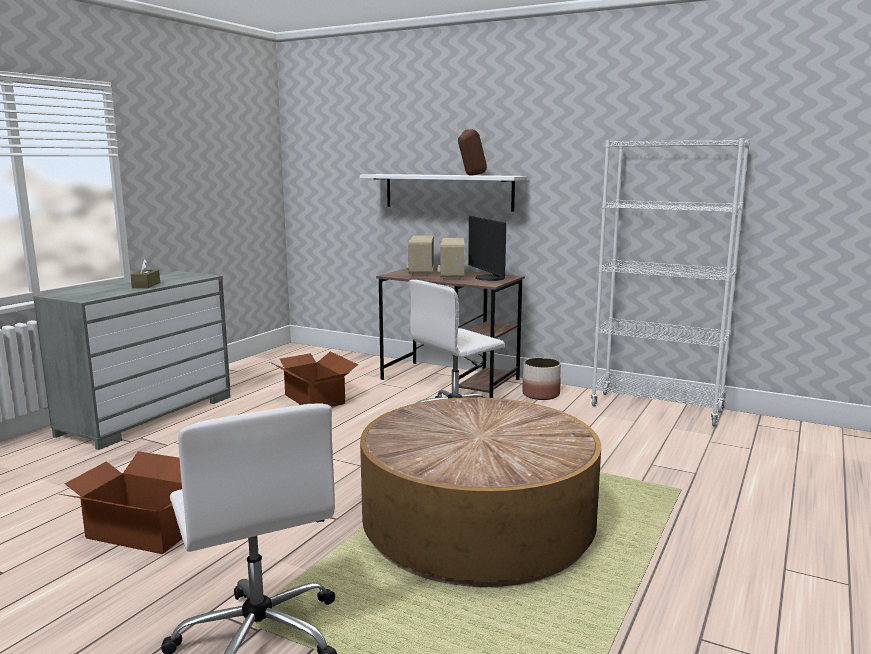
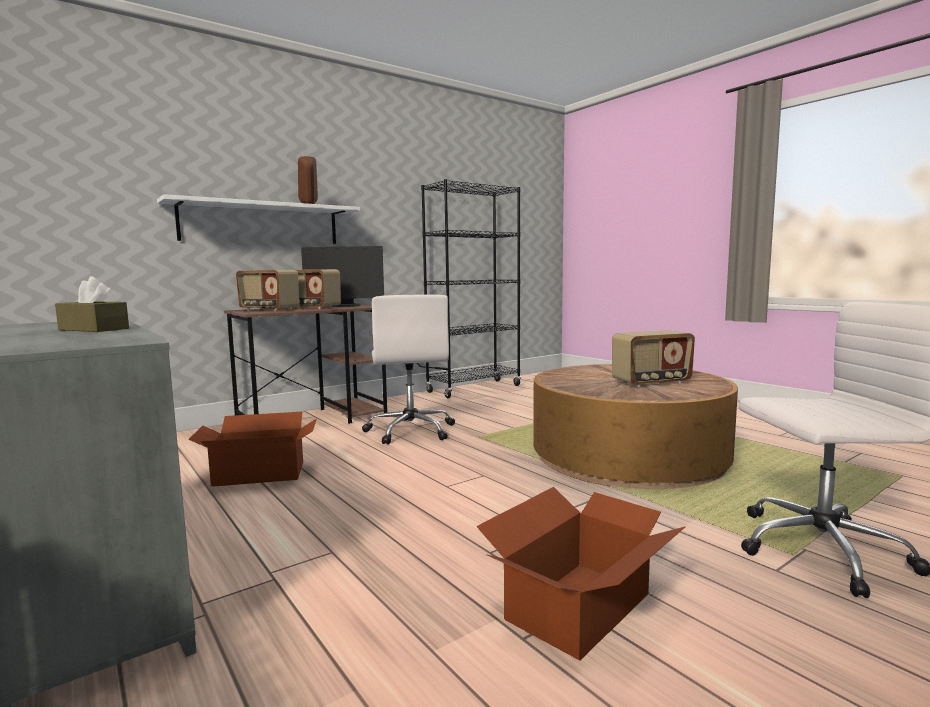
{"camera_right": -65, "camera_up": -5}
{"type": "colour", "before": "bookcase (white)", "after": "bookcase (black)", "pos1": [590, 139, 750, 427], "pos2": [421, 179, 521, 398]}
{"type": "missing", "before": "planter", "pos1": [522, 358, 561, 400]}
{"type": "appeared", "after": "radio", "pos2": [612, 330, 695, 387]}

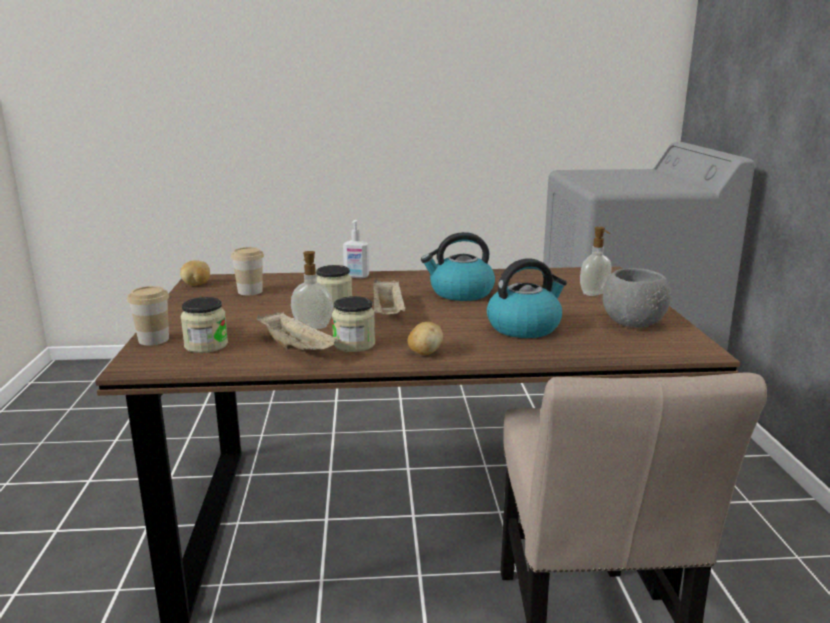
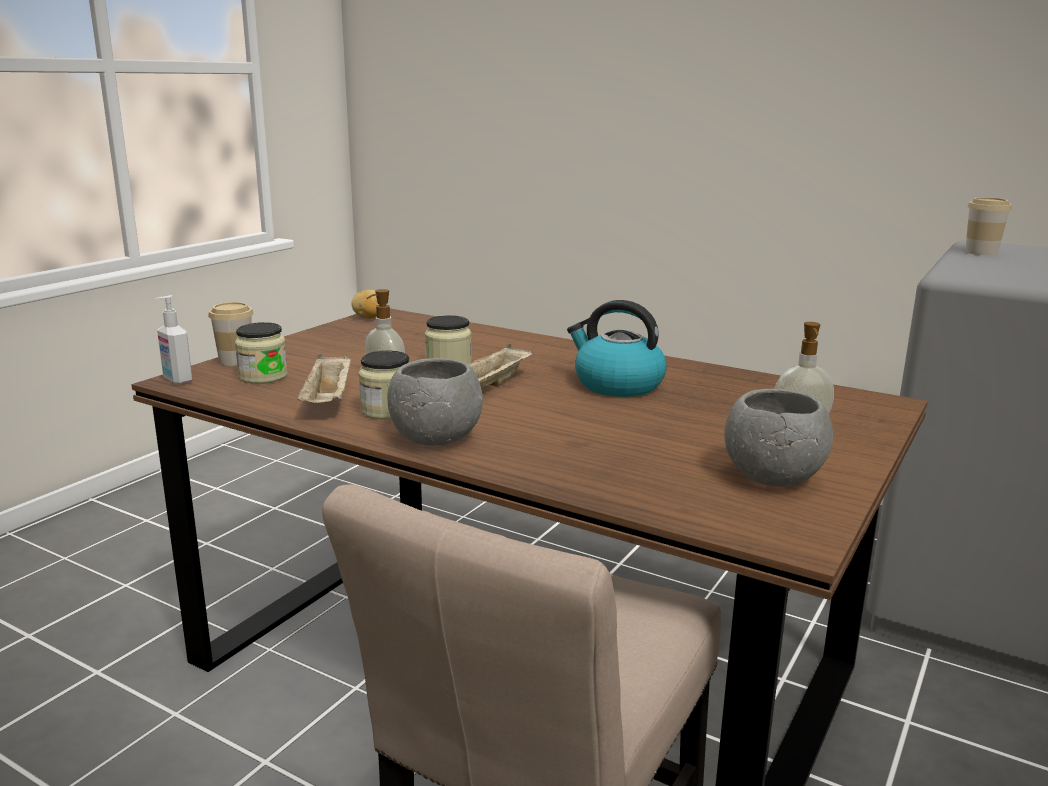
{"camera_right": 35, "camera_up": 0}
{"type": "relocated", "before": "soap dispenser", "pos1": [343, 220, 369, 278], "pos2": [155, 295, 192, 384]}
{"type": "relocated", "before": "cup", "pos1": [231, 247, 264, 295], "pos2": [965, 197, 1012, 255]}
{"type": "missing", "before": "kettle", "pos1": [487, 258, 567, 338]}
{"type": "exchanged", "before": "potato", "after": "bowl (grey)", "pos1": [407, 322, 443, 355], "pos2": [387, 358, 483, 446]}

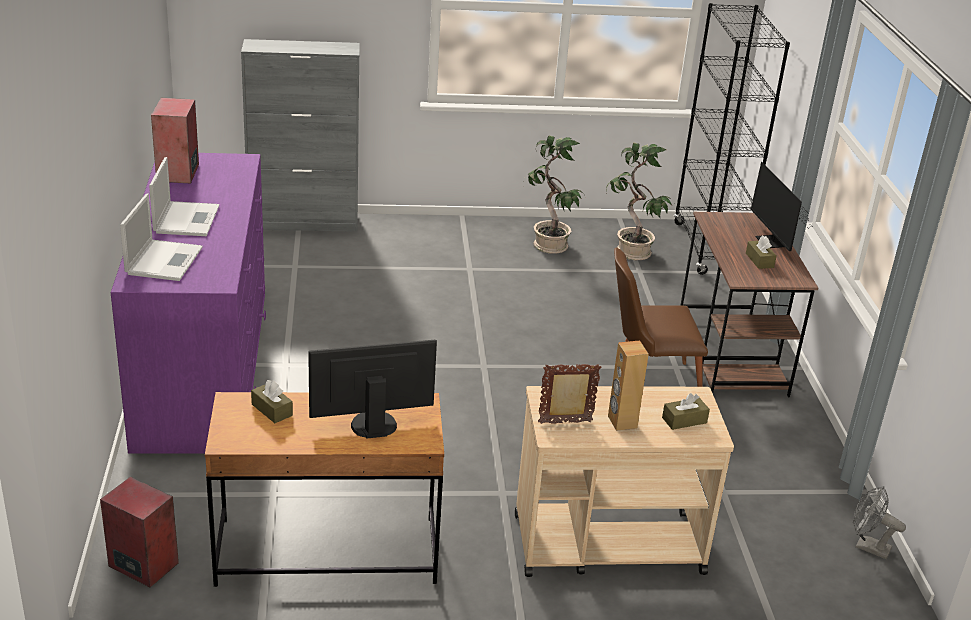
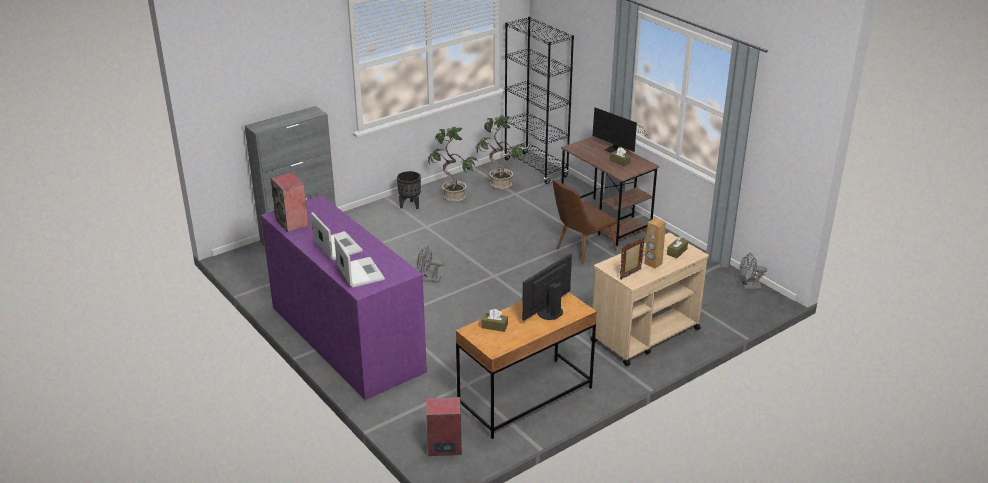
{"camera_right": -30, "camera_up": 0}
{"type": "appeared", "after": "planter (black)", "pos2": [397, 171, 421, 210]}
{"type": "appeared", "after": "fan (grey)", "pos2": [417, 246, 444, 283]}

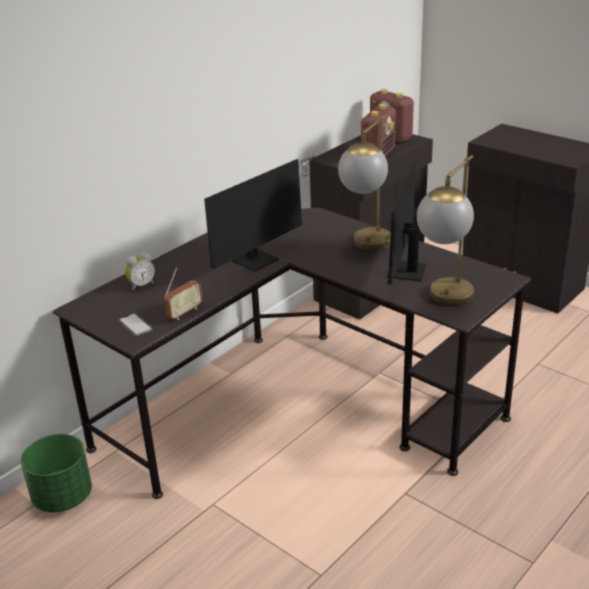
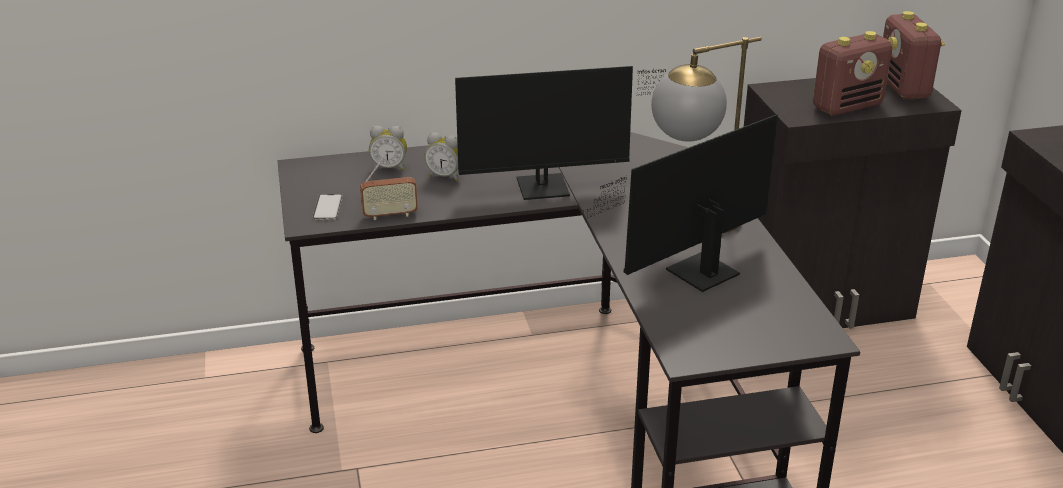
{"camera_right": 35, "camera_up": 0}
{"type": "missing", "before": "table lamp", "pos1": [417, 155, 474, 305]}
{"type": "missing", "before": "planter (green)", "pos1": [21, 434, 92, 513]}
{"type": "appeared", "after": "alarm clock", "pos2": [424, 132, 458, 182]}

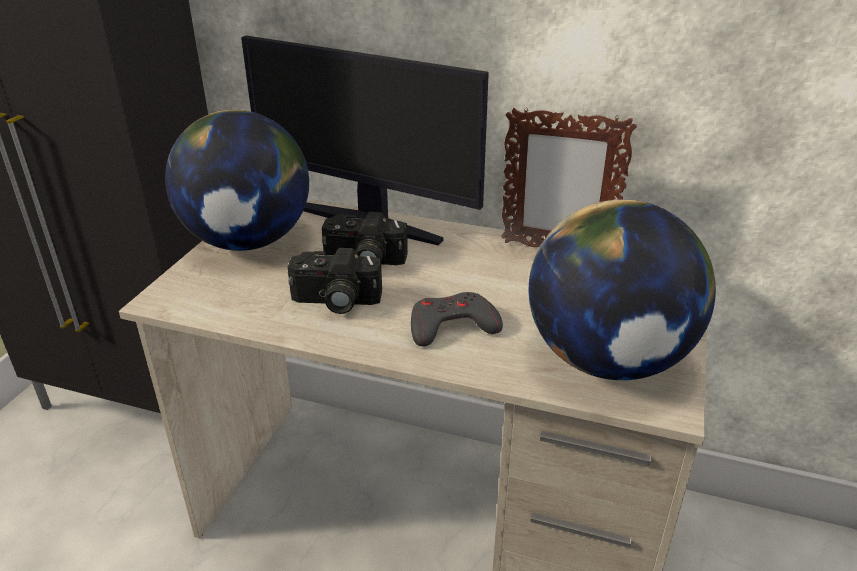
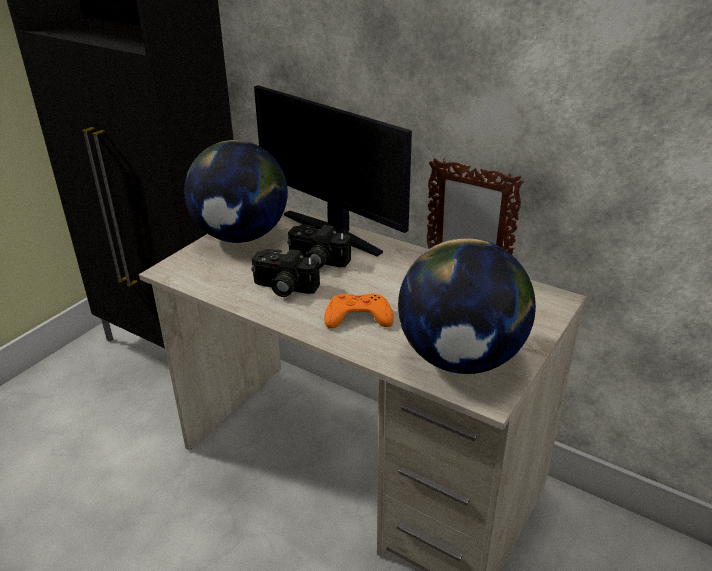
{"camera_right": 15, "camera_up": 0}
{"type": "colour", "before": "game controller (grey)", "after": "game controller (orange)", "pos1": [411, 292, 503, 346], "pos2": [324, 294, 394, 328]}

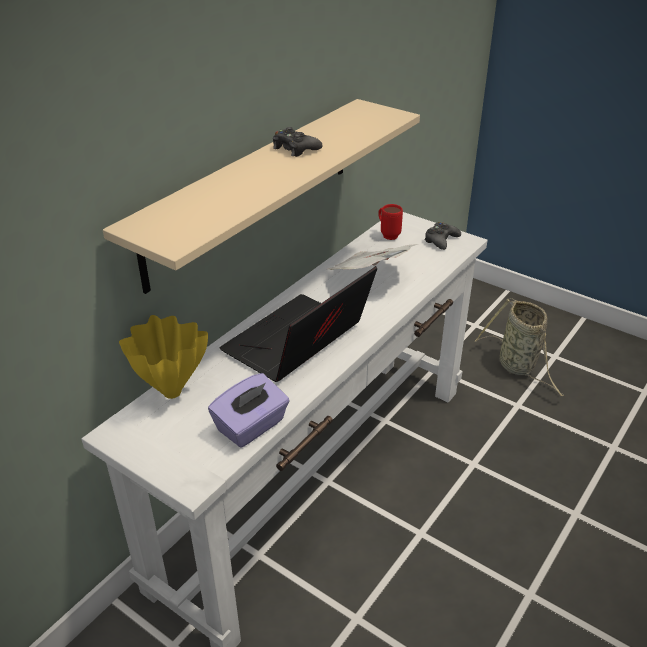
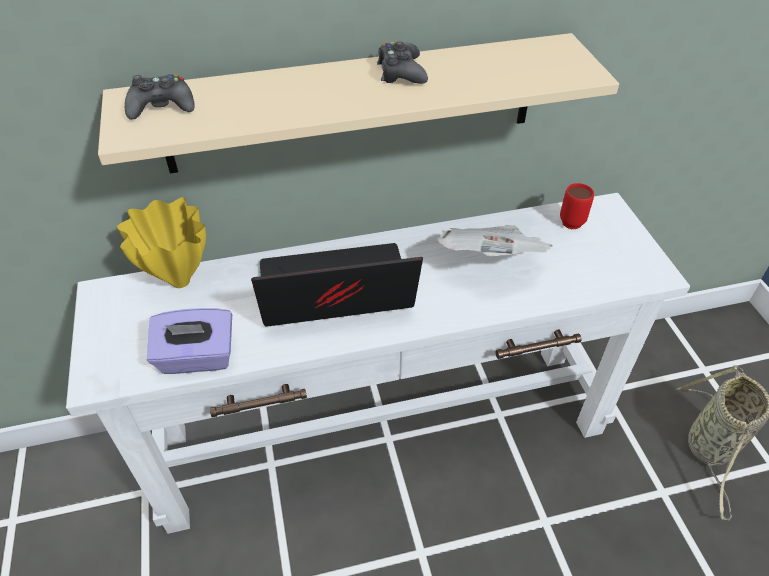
{"camera_right": 40, "camera_up": 10}
{"type": "relocated", "before": "game controller (black)", "pos1": [424, 222, 461, 250], "pos2": [125, 74, 194, 120]}

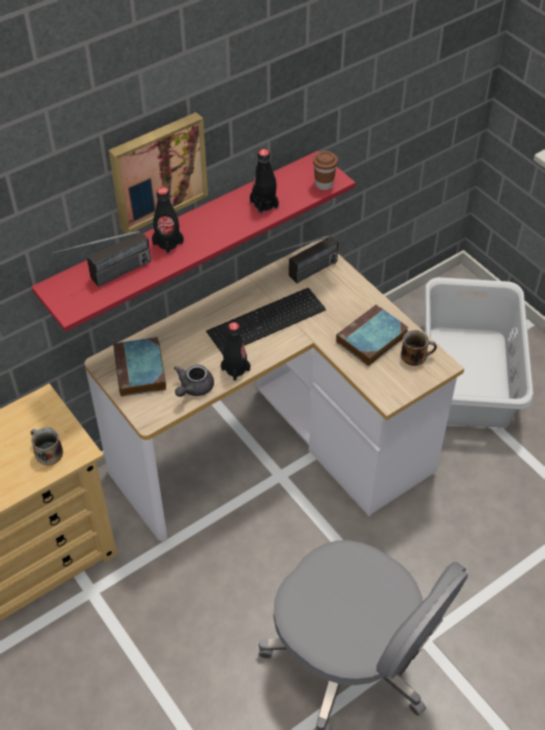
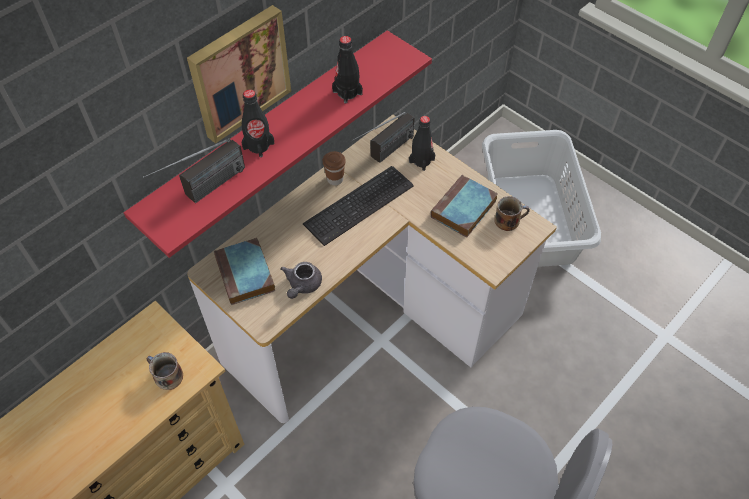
{"camera_right": -10, "camera_up": 5}
{"type": "relocated", "before": "cup (brown)", "pos1": [313, 151, 338, 190], "pos2": [323, 151, 346, 185]}
{"type": "relocated", "before": "bottle (black)", "pos1": [221, 322, 250, 381], "pos2": [409, 116, 435, 171]}

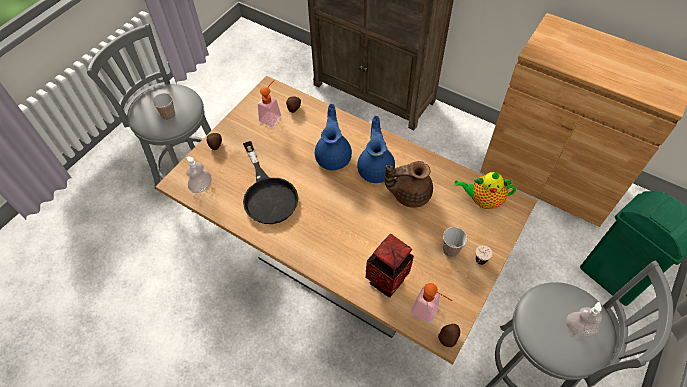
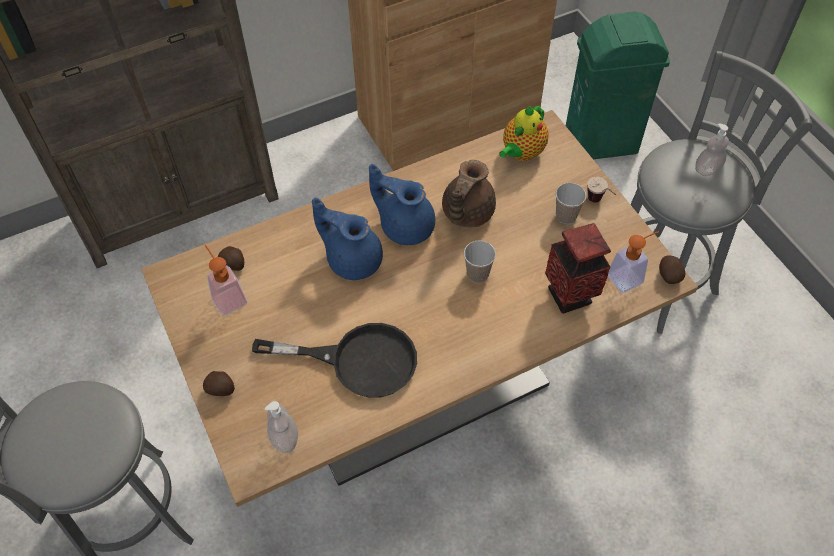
{"camera_right": -60, "camera_up": 0}
{"type": "relocated", "before": "cup", "pos1": [153, 93, 175, 120], "pos2": [464, 240, 496, 283]}

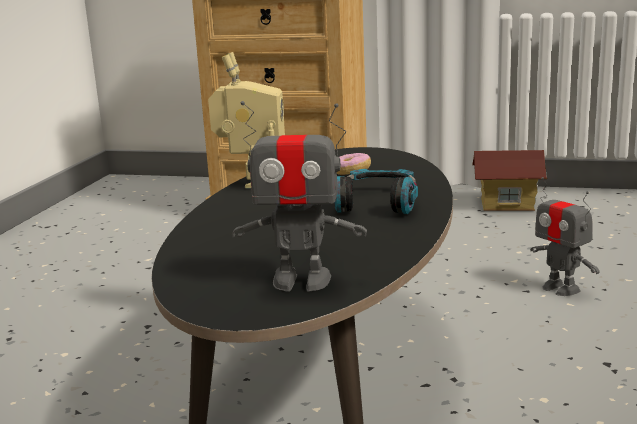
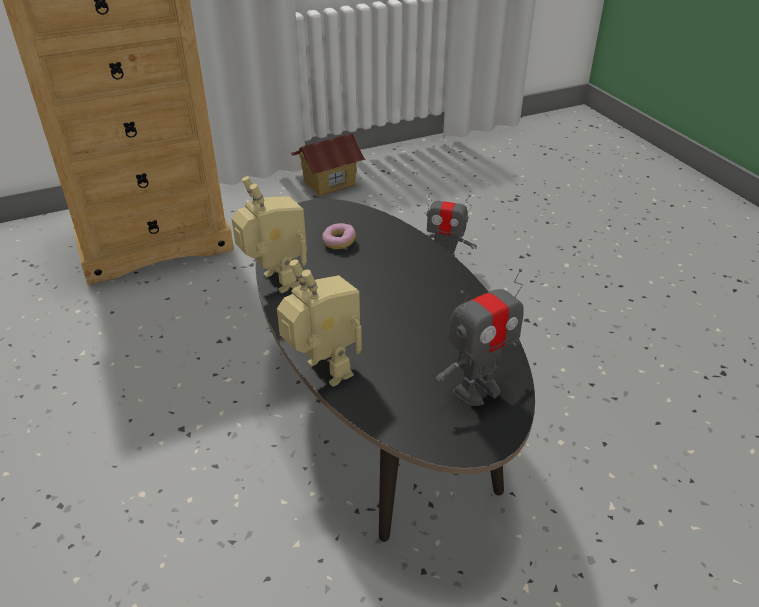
{"camera_right": -40, "camera_up": 20}
{"type": "missing", "before": "headphones", "pos1": [335, 169, 418, 214]}
{"type": "appeared", "after": "toy robot", "pos2": [277, 259, 362, 387]}

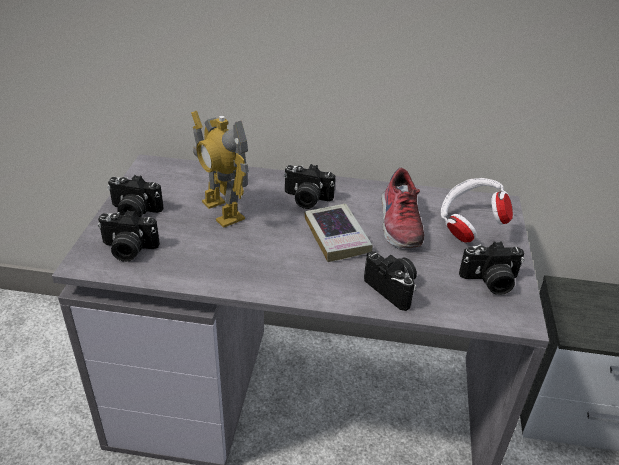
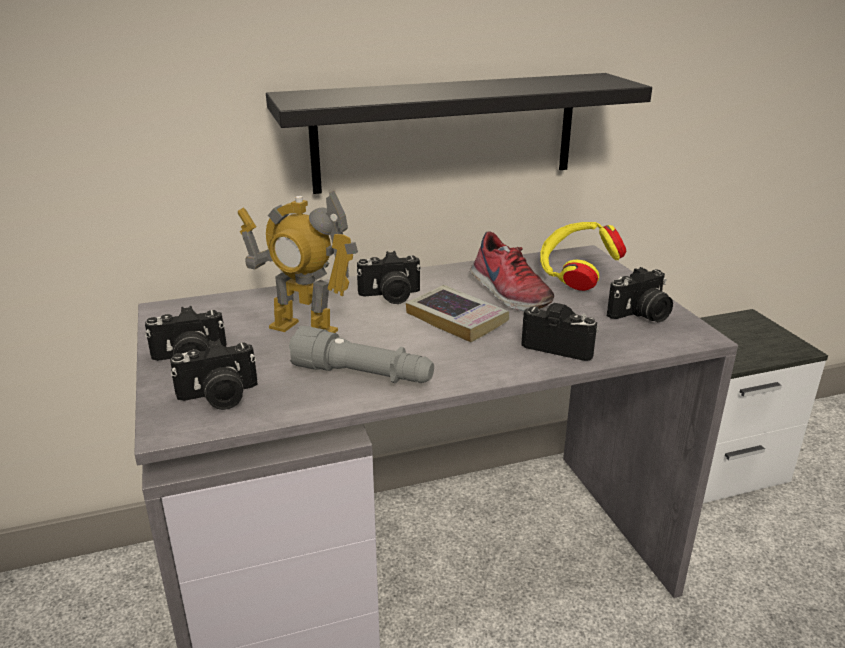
{"camera_right": -25, "camera_up": -10}
{"type": "colour", "before": "headphones (white)", "after": "headphones (yellow)", "pos1": [441, 178, 513, 243], "pos2": [540, 222, 626, 291]}
{"type": "appeared", "after": "shelf (black)", "pos2": [266, 73, 652, 194]}
{"type": "appeared", "after": "flashlight (grey)", "pos2": [289, 326, 434, 383]}

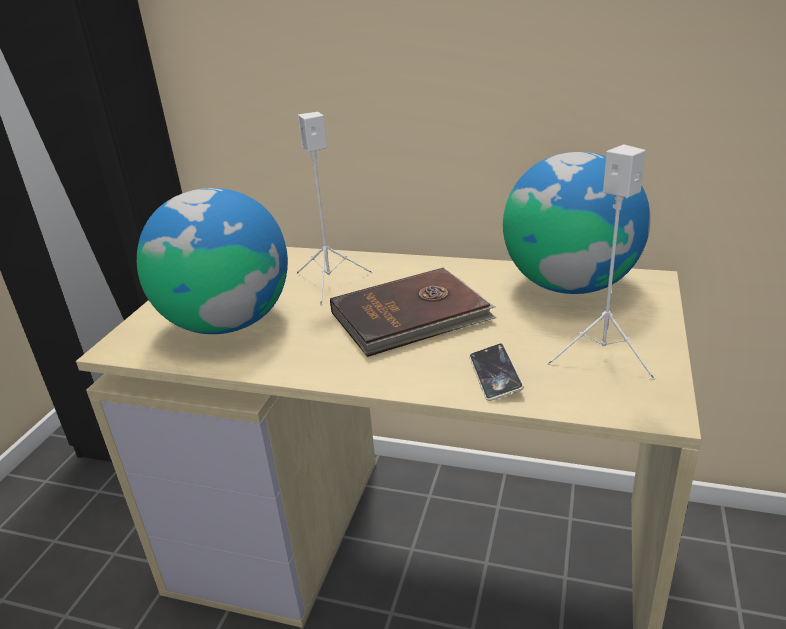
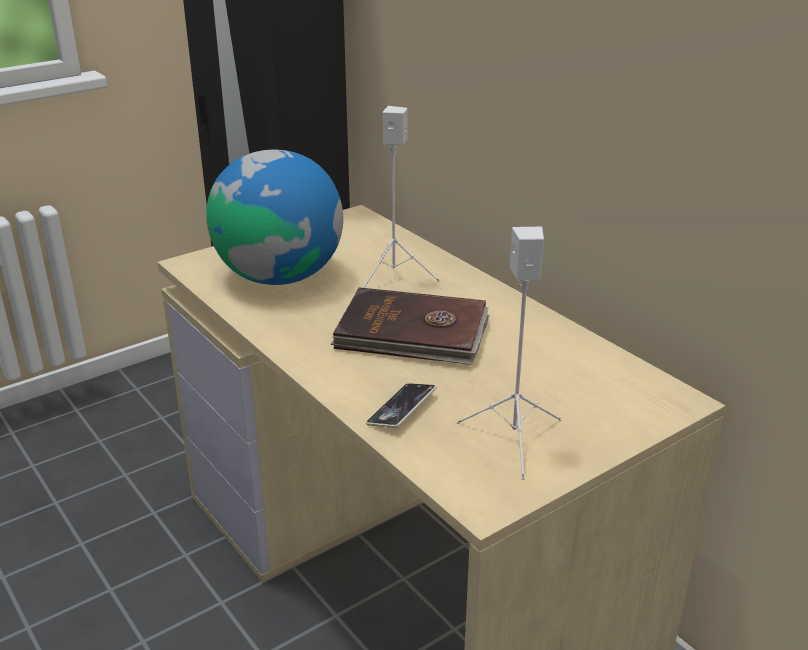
{"camera_right": 35, "camera_up": 0}
{"type": "missing", "before": "globe", "pos1": [503, 152, 651, 294]}

